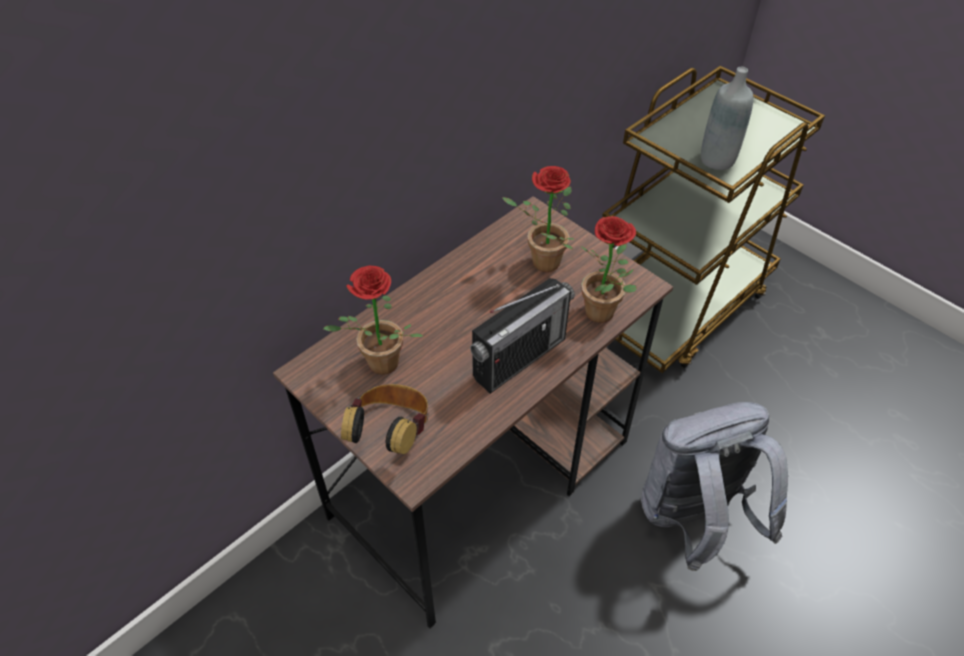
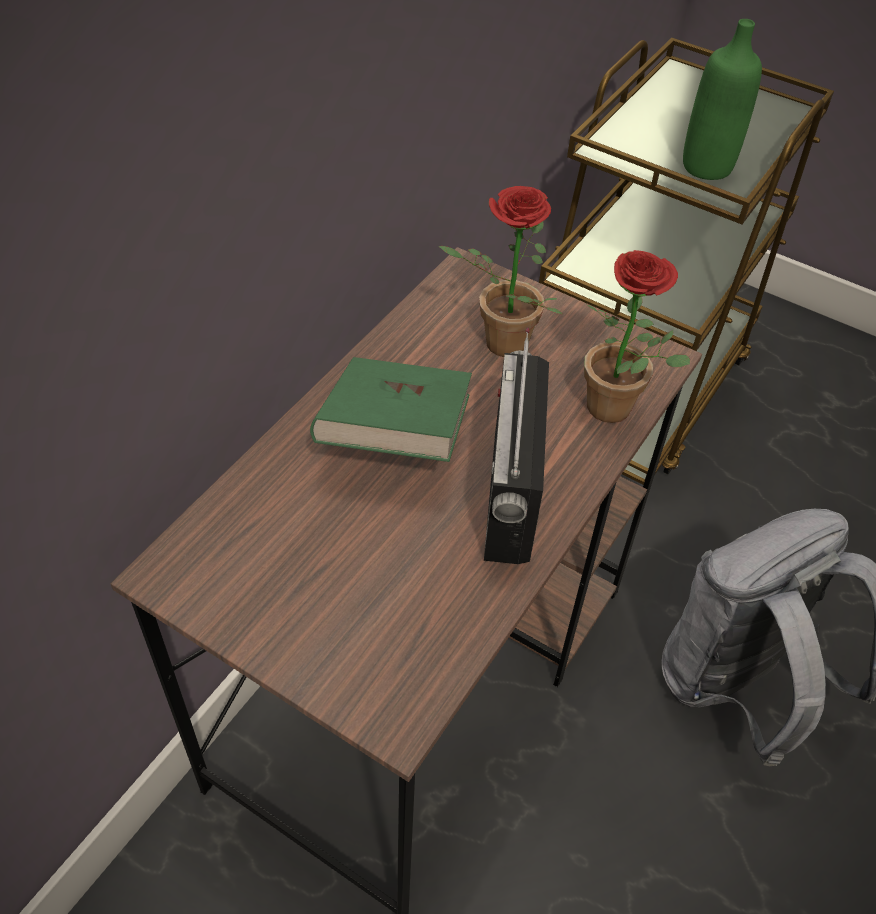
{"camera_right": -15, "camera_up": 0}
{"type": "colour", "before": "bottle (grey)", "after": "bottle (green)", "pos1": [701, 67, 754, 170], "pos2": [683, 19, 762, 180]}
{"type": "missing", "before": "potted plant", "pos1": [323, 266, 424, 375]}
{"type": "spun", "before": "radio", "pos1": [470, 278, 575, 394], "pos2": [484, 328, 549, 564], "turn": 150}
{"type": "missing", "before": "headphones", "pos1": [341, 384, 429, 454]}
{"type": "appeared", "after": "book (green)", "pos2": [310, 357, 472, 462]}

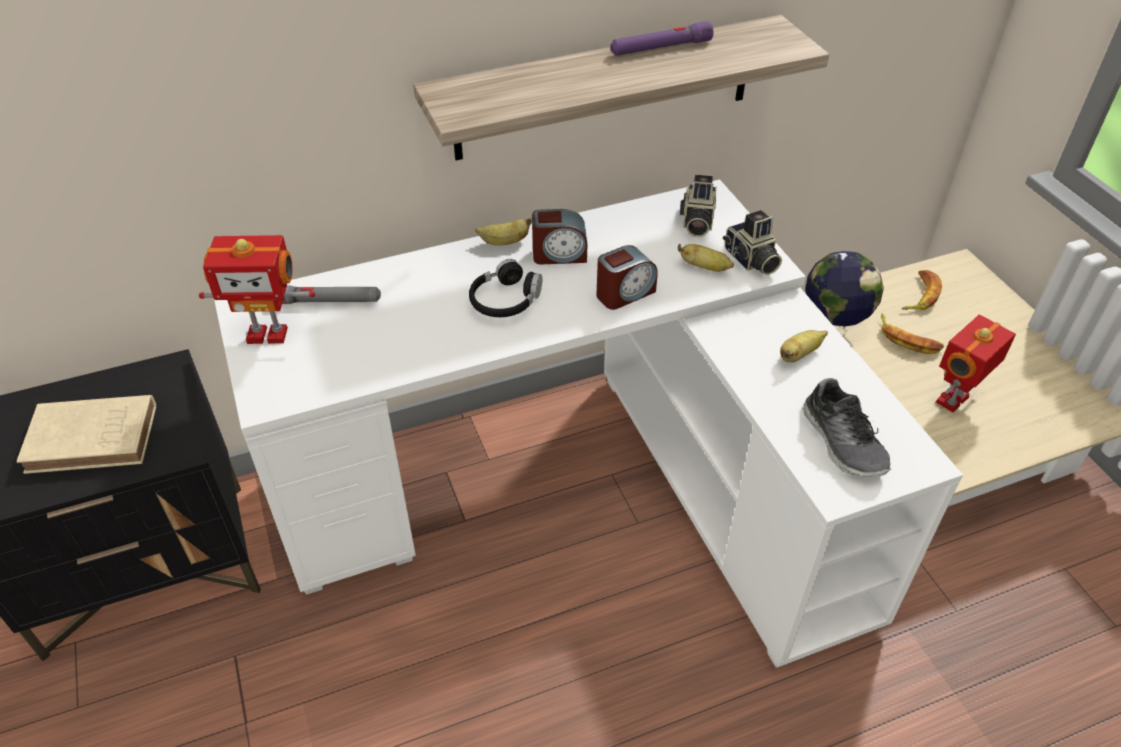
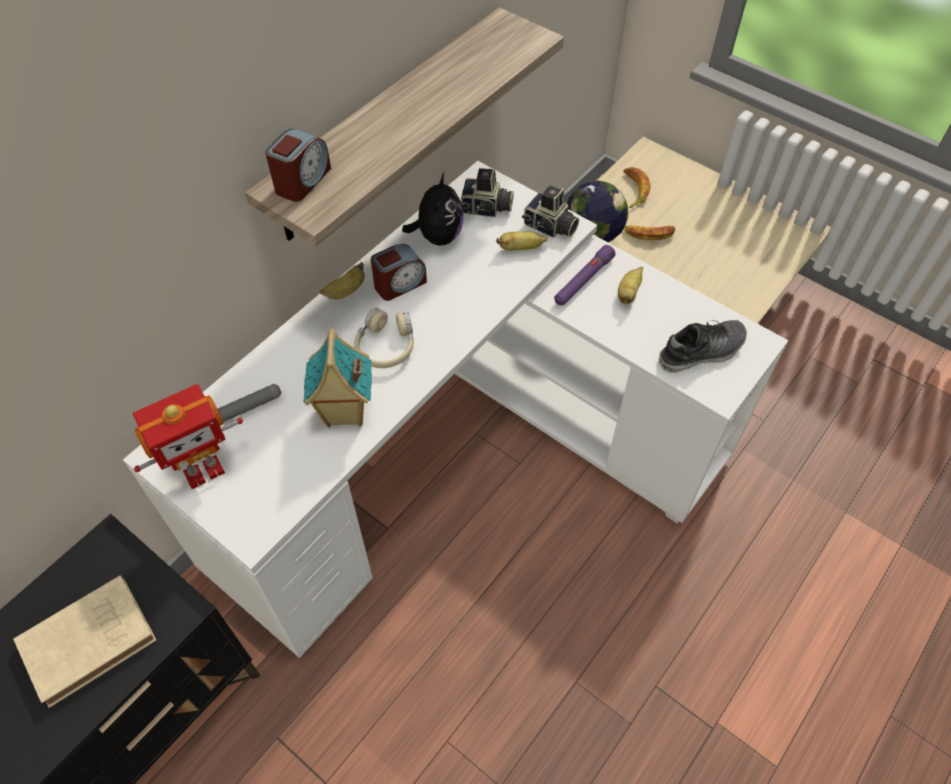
{"camera_right": -30, "camera_up": 10}
{"type": "relocated", "before": "flashlight (purple)", "pos1": [610, 21, 713, 56], "pos2": [554, 245, 616, 306]}
{"type": "spun", "before": "photo camera", "pos1": [680, 175, 717, 237], "pos2": [461, 167, 514, 217], "turn": -60}
{"type": "relocated", "before": "alarm clock", "pos1": [596, 245, 658, 310], "pos2": [265, 129, 331, 202]}
{"type": "colour", "before": "headphones (black)", "after": "headphones (beige)", "pos1": [469, 259, 542, 317], "pos2": [354, 308, 414, 368]}
{"type": "missing", "before": "toy robot", "pos1": [936, 315, 1016, 413]}
{"type": "spun", "before": "shoe", "pos1": [802, 378, 891, 477], "pos2": [658, 320, 747, 373], "turn": -60}
{"type": "appeared", "after": "plush toy", "pos2": [402, 171, 464, 246]}
{"type": "appeared", "after": "toy house", "pos2": [303, 328, 372, 428]}

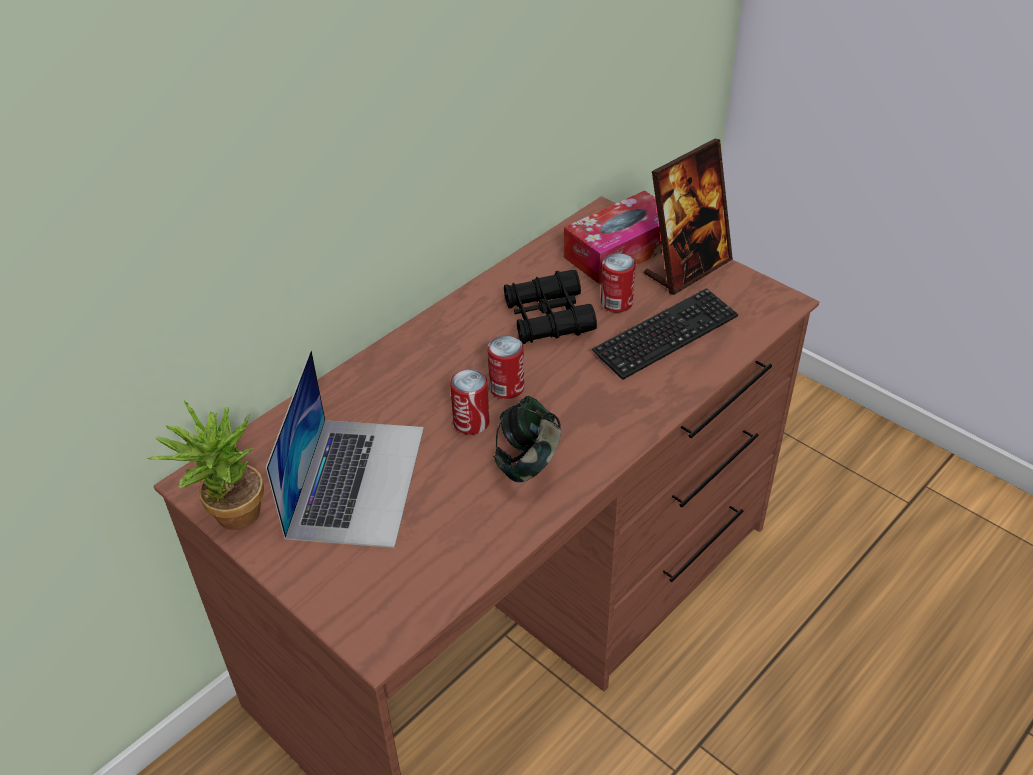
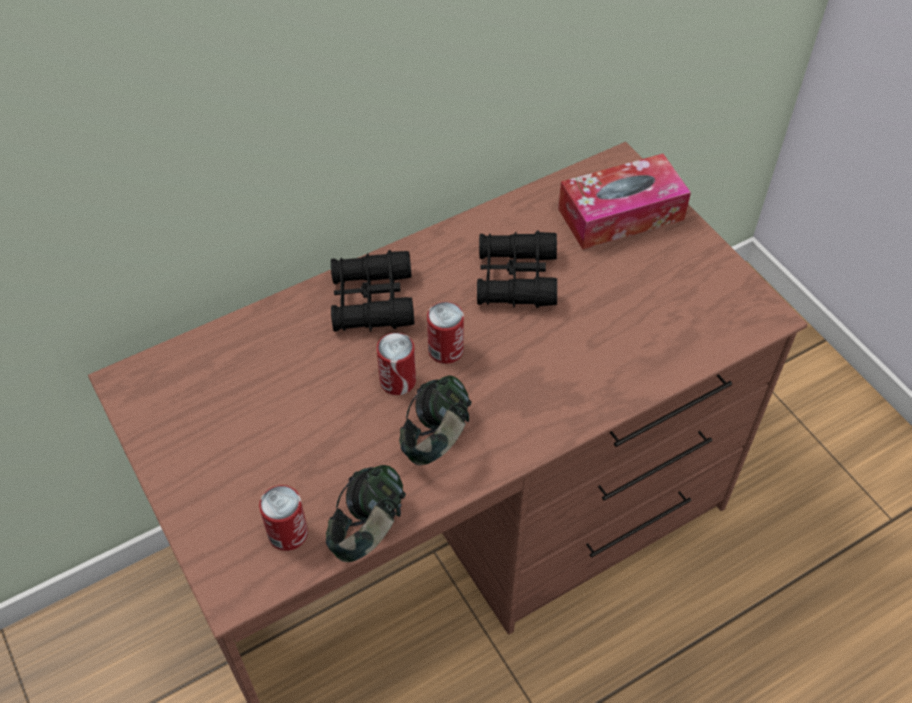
{"camera_right": 15, "camera_up": 10}
{"type": "missing", "before": "picture frame", "pos1": [644, 139, 733, 295]}
{"type": "relocated", "before": "can", "pos1": [601, 253, 636, 313], "pos2": [259, 485, 308, 551]}
{"type": "missing", "before": "keyboard", "pos1": [592, 288, 738, 380]}
{"type": "missing", "before": "laptop", "pos1": [266, 350, 424, 548]}
{"type": "missing", "before": "potted plant", "pos1": [148, 401, 264, 530]}
{"type": "appeared", "after": "binoculars (black)", "pos2": [331, 250, 414, 332]}
{"type": "appeared", "after": "headphones", "pos2": [326, 465, 406, 562]}

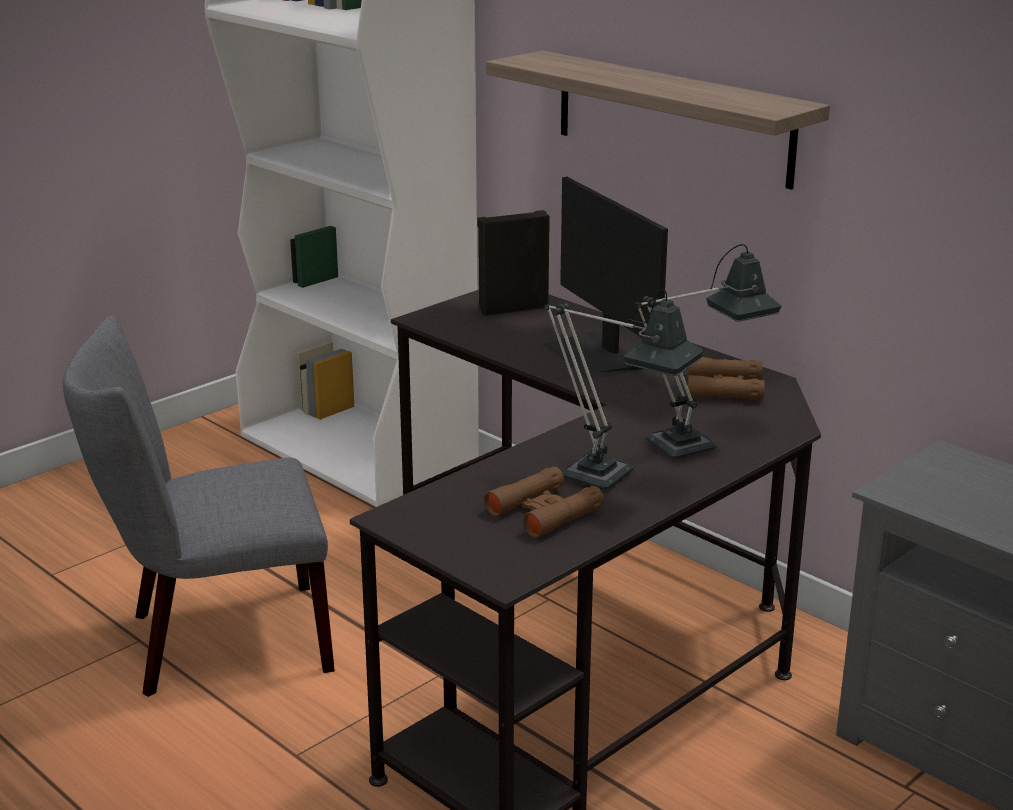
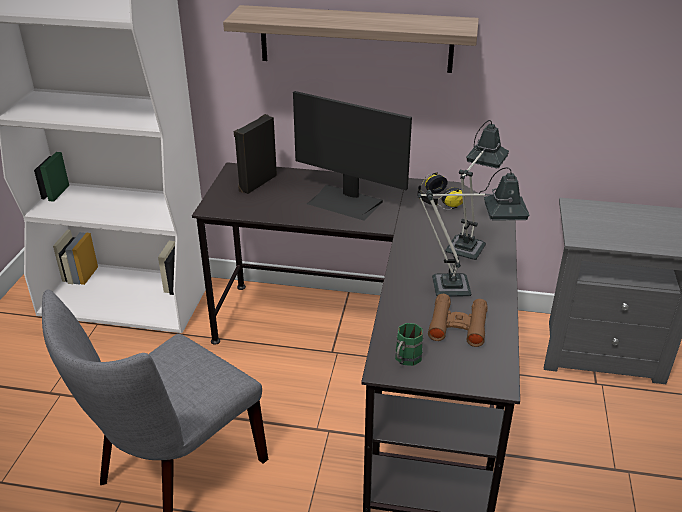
{"camera_right": -35, "camera_up": 10}
{"type": "exchanged", "before": "binoculars (brown)", "after": "headphones", "pos1": [687, 357, 765, 400], "pos2": [418, 172, 463, 210]}
{"type": "appeared", "after": "mug (green)", "pos2": [395, 323, 423, 366]}

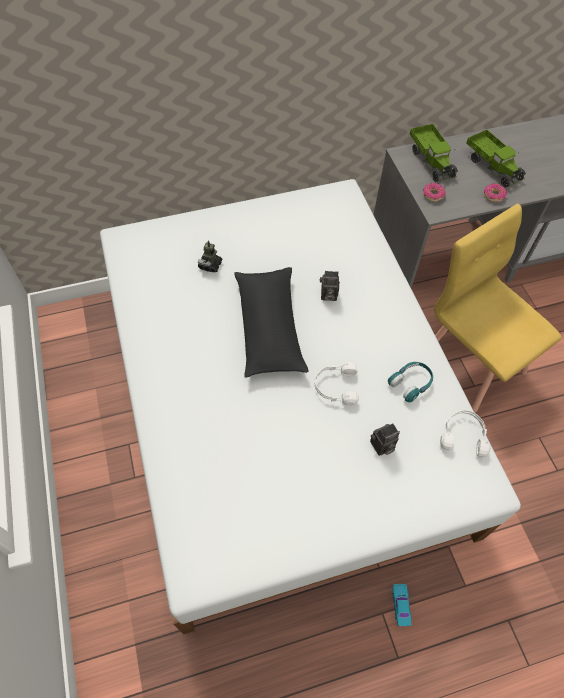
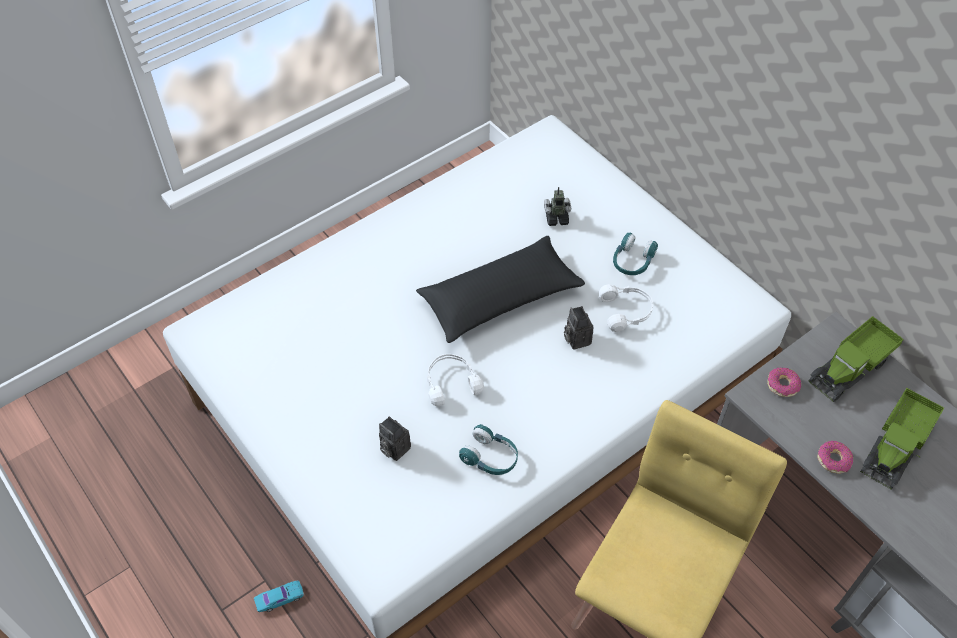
{"camera_right": 70, "camera_up": -5}
{"type": "relocated", "before": "headphones (white)", "pos1": [440, 410, 491, 457], "pos2": [599, 284, 653, 332]}
{"type": "appeared", "after": "headphones (turquoise)", "pos2": [613, 233, 658, 275]}

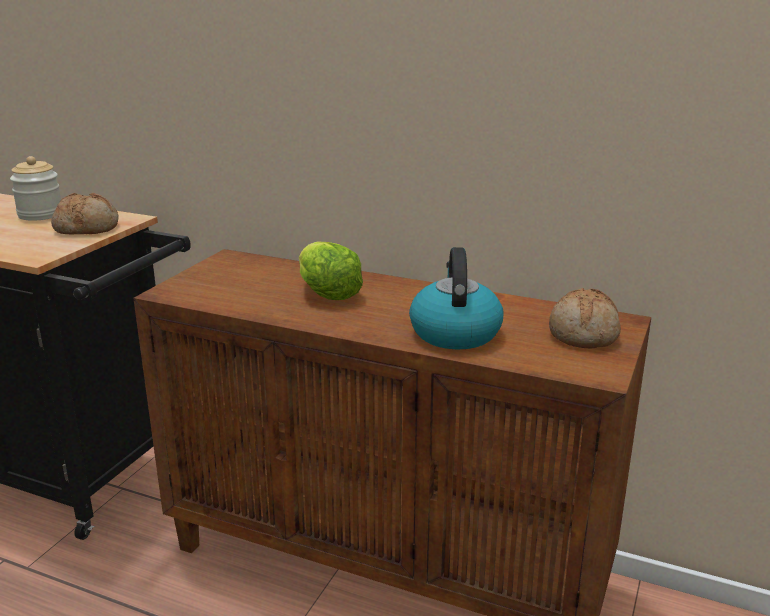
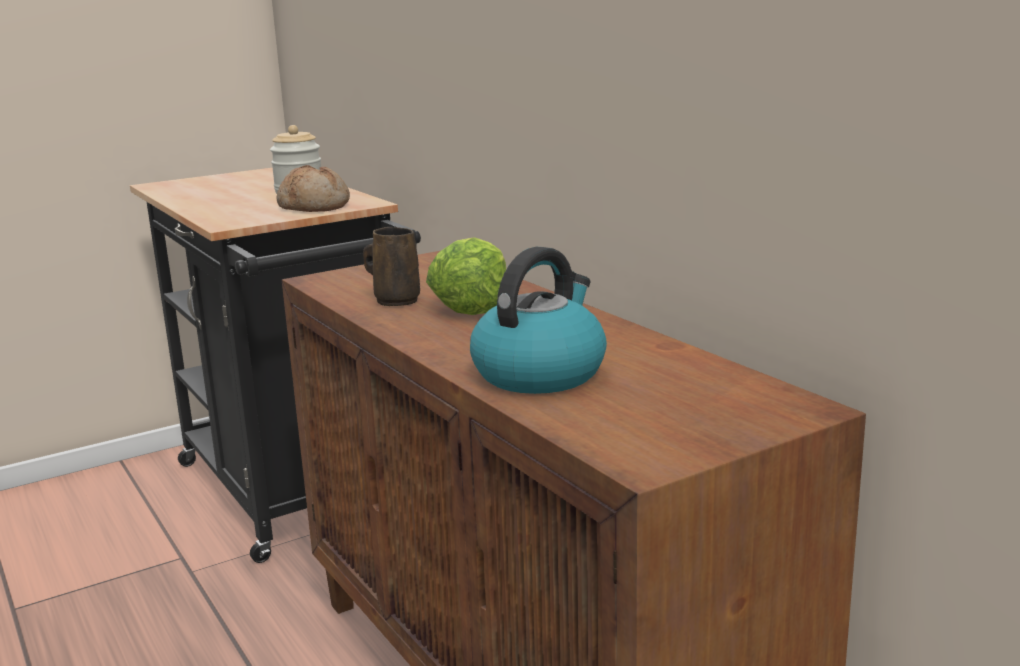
{"camera_right": 35, "camera_up": -5}
{"type": "missing", "before": "bread", "pos1": [549, 288, 621, 348]}
{"type": "appeared", "after": "mug (brown)", "pos2": [363, 227, 420, 306]}

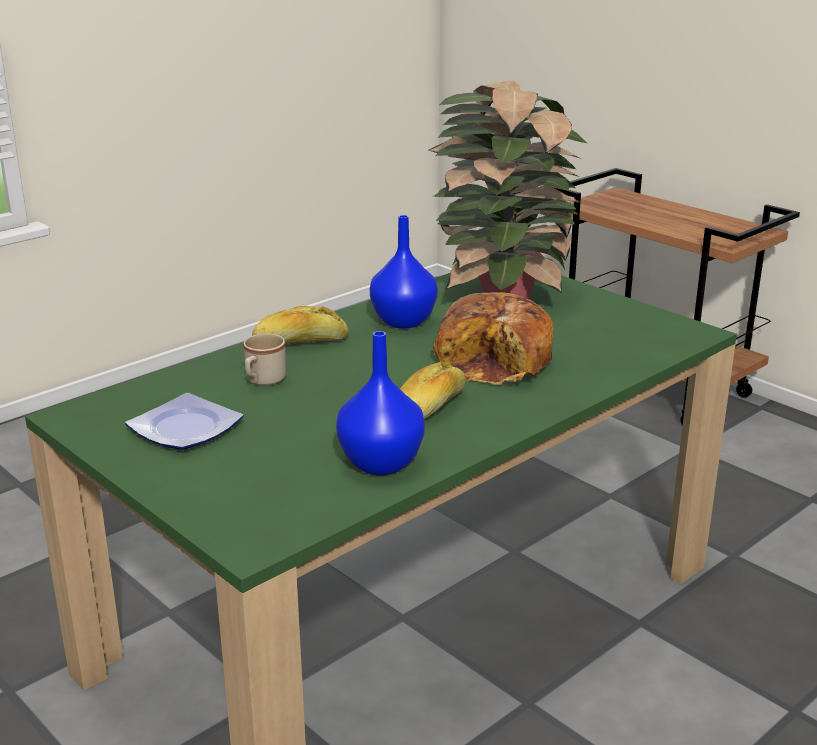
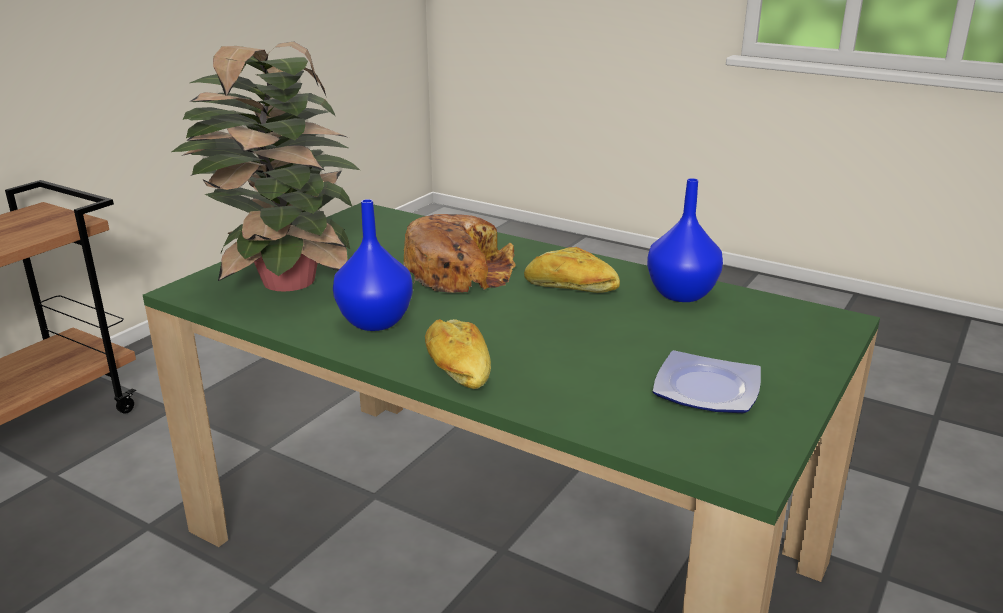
{"camera_right": -105, "camera_up": 0}
{"type": "missing", "before": "mug (beige)", "pos1": [243, 333, 286, 386]}

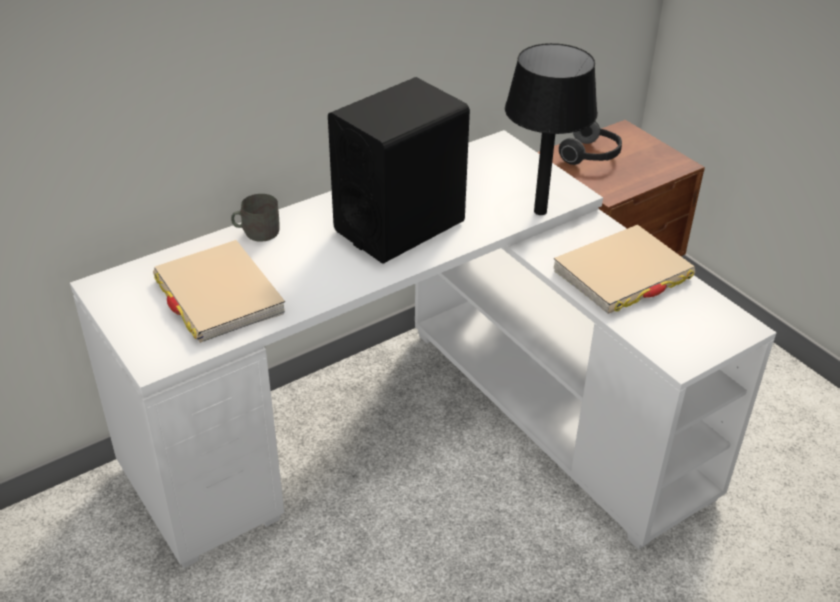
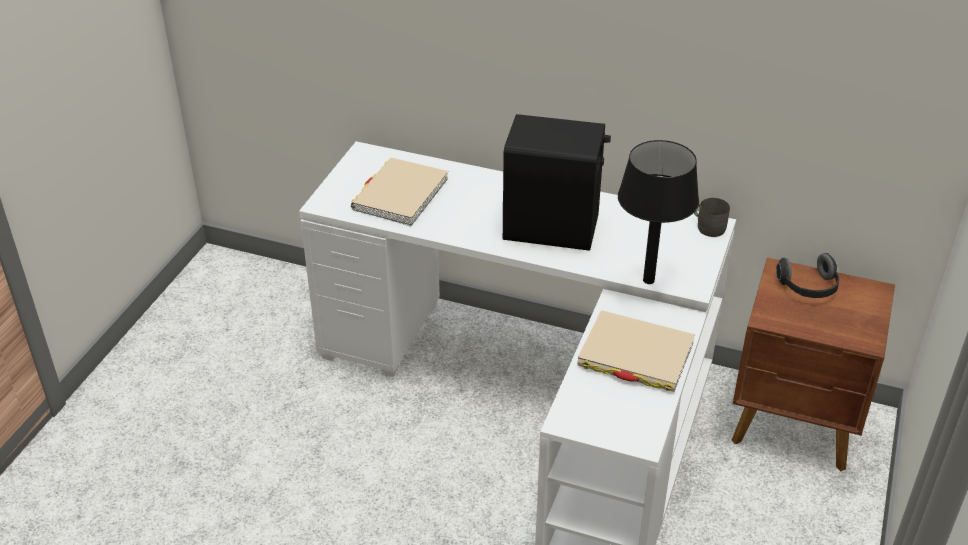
{"camera_right": 55, "camera_up": 0}
{"type": "relocated", "before": "mug (grey)", "pos1": [231, 194, 280, 242], "pos2": [694, 198, 730, 237]}

